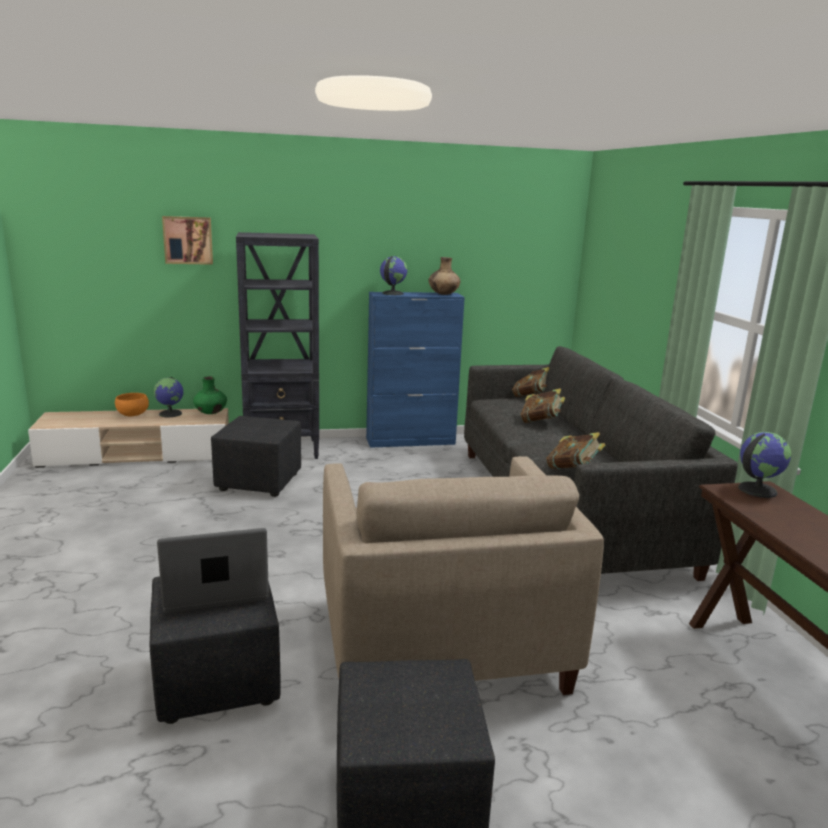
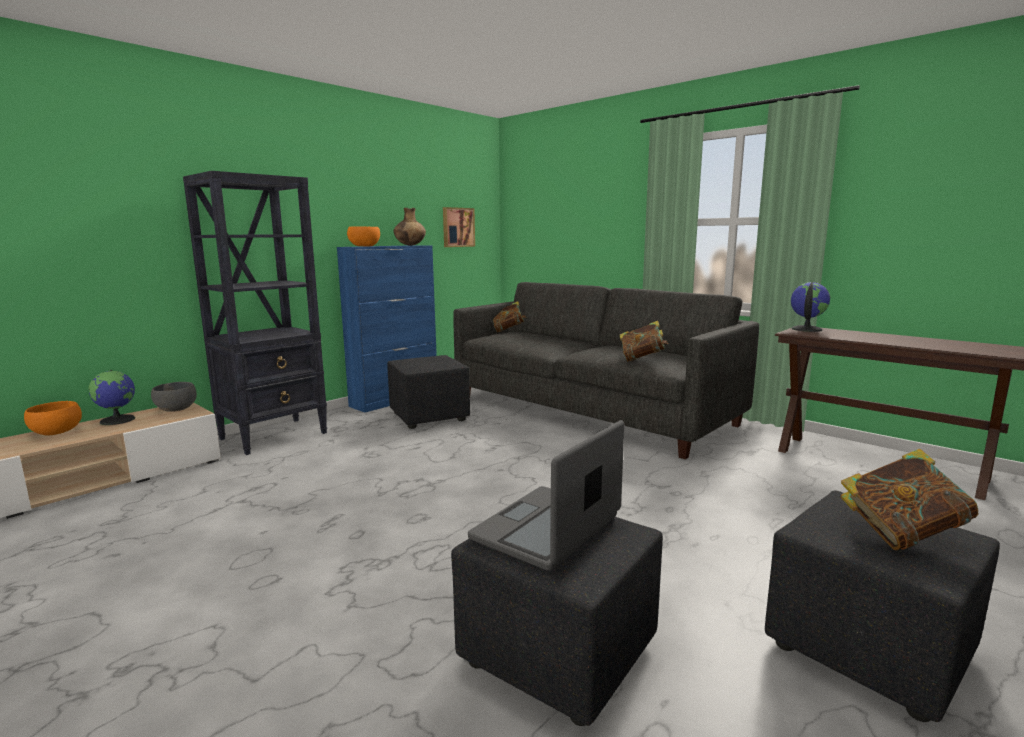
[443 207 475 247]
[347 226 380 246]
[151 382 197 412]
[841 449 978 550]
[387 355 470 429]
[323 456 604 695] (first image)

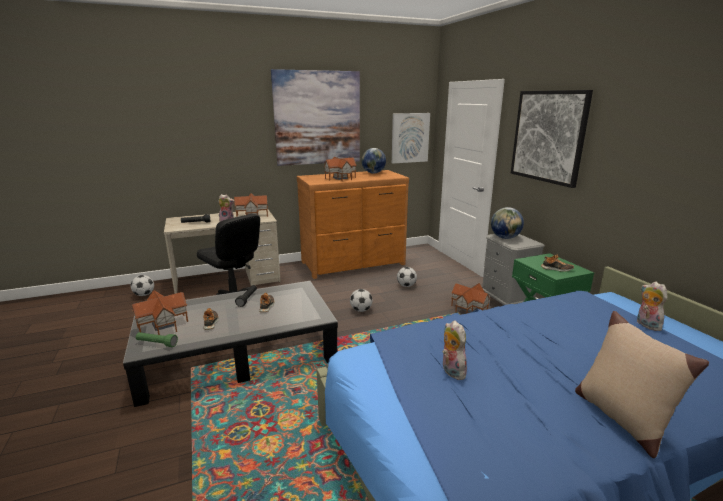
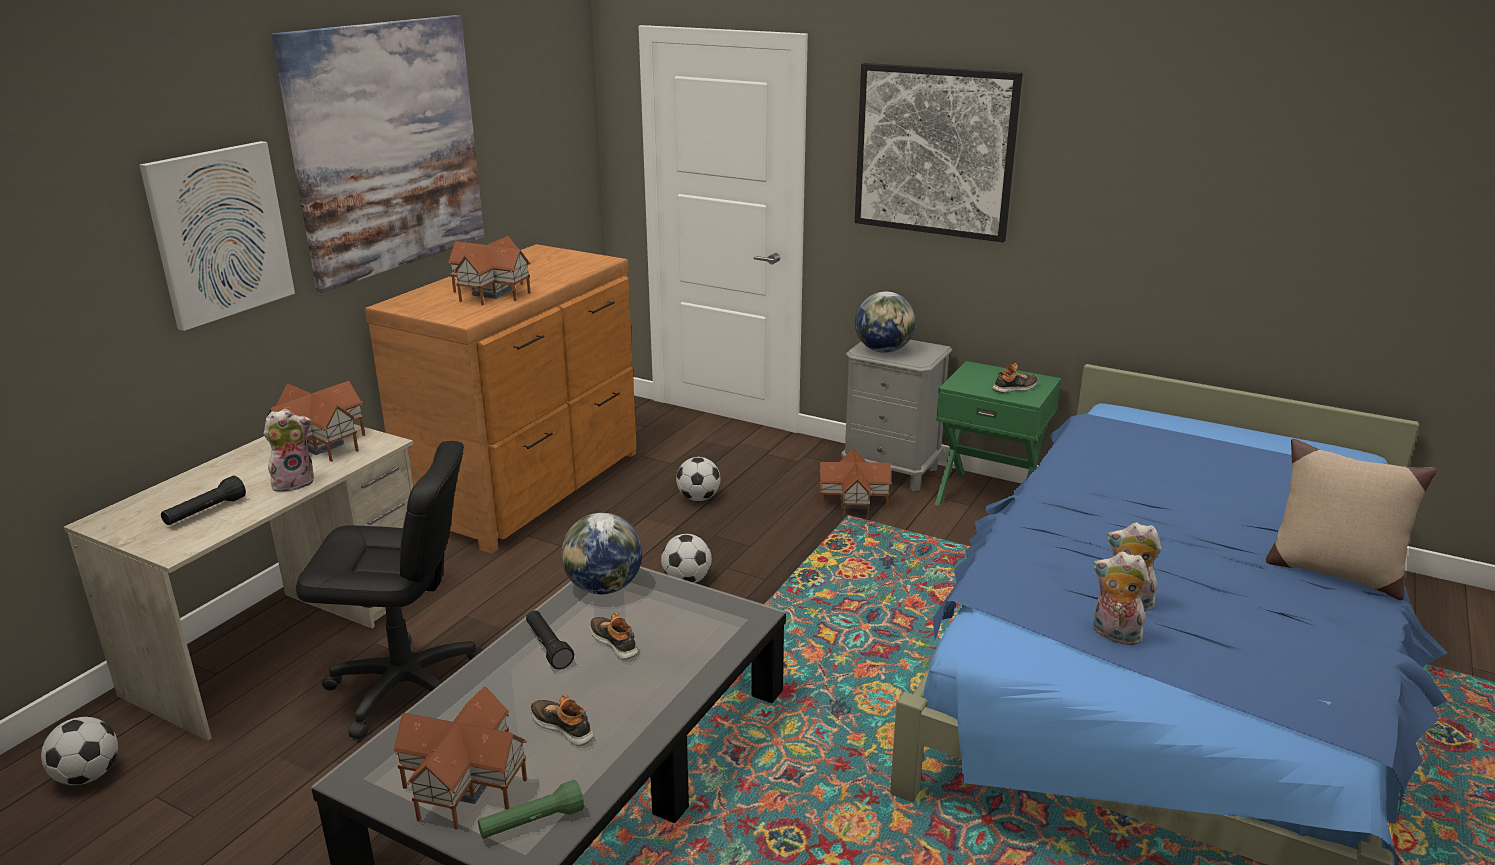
[139 141 295 331]
[561 513 642 595]
[1093 552 1149 645]

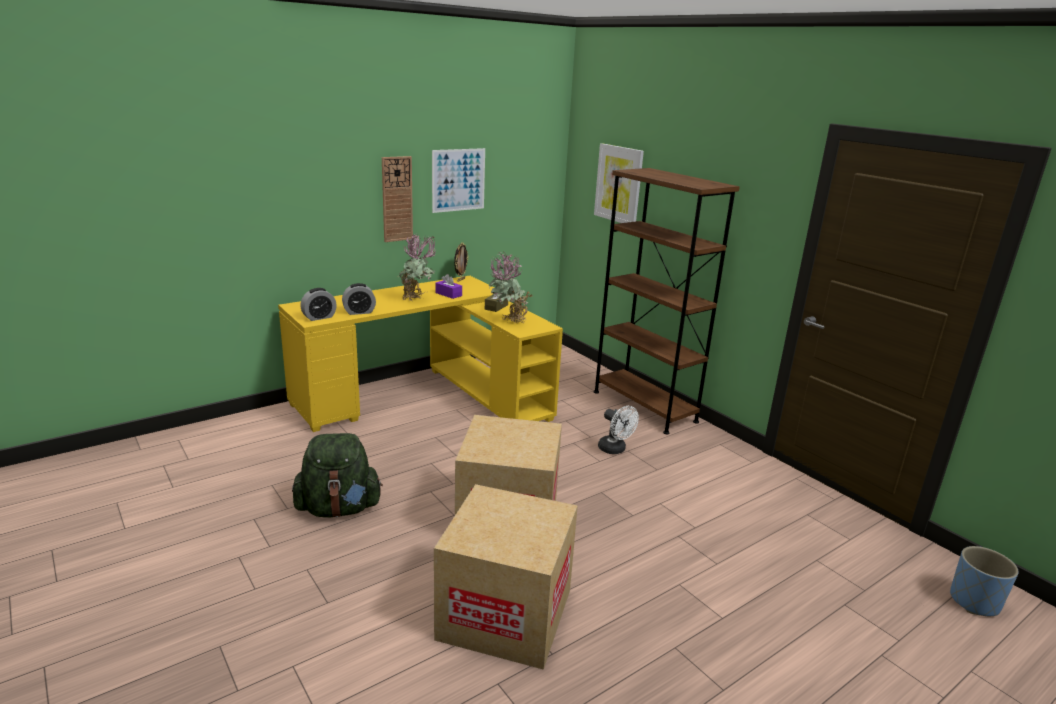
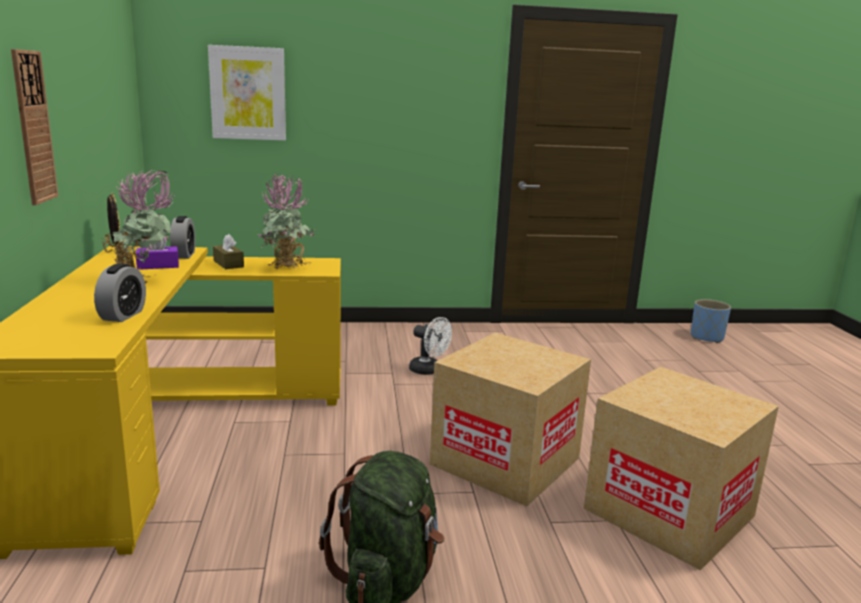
[432 148 485 213] (first image)
[594 168 740 434] (first image)
[170 216 195 259]
[409 317 452 375]

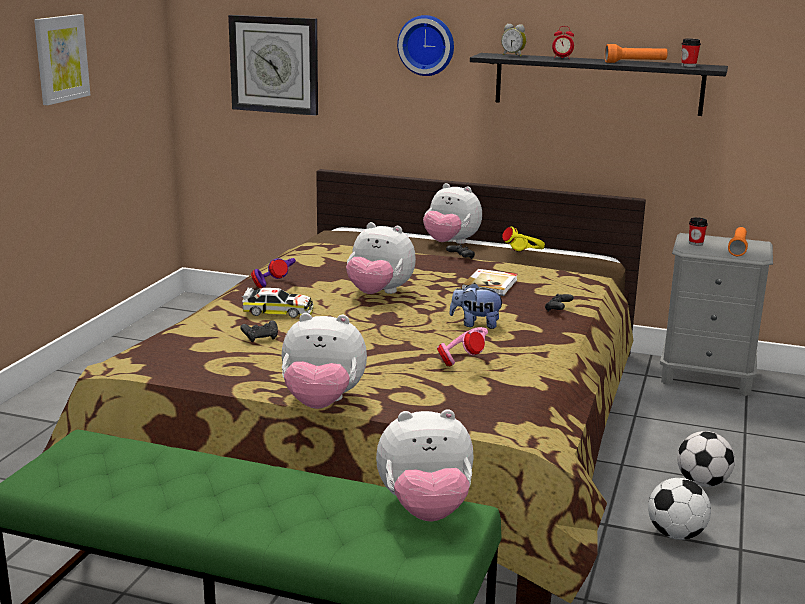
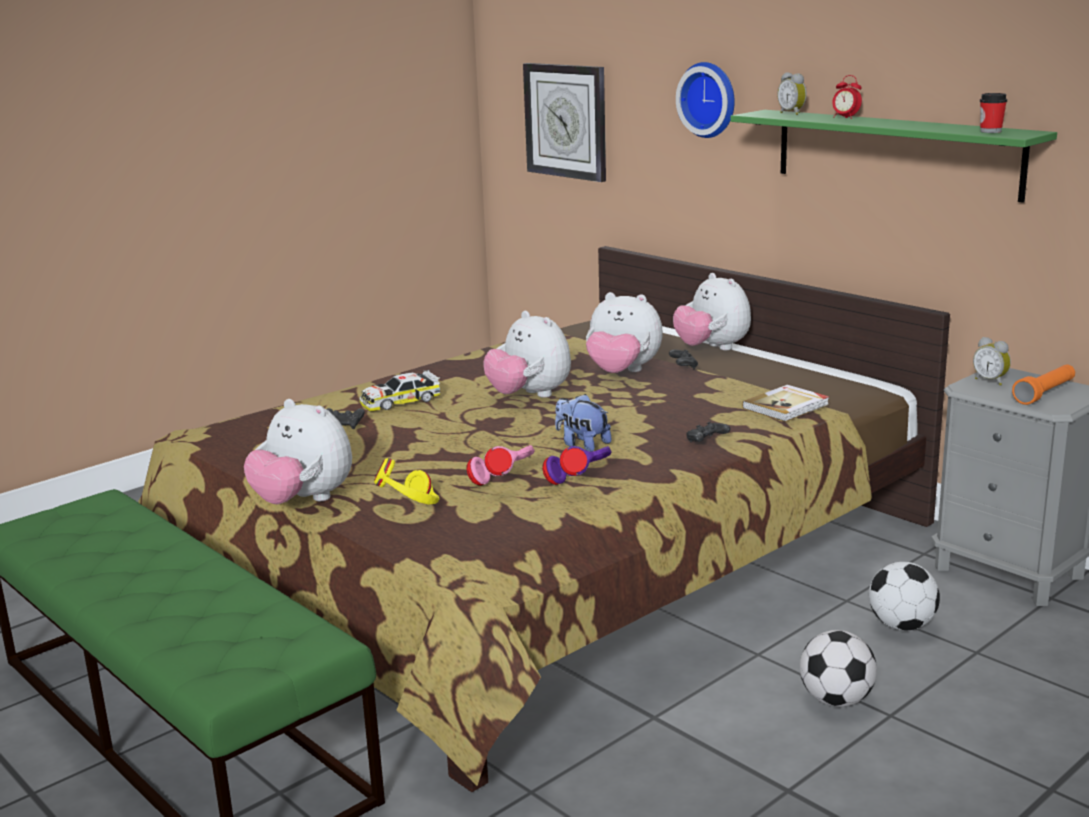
[34 14 90 105] (first image)
[605 44 668 63] (first image)
[730 110 1057 203]
[973 337 1011 386]
[374 458 440 505]
[542 446 611 485]
[742 385 829 422]
[359 370 440 411]
[586 292 663 373]
[869 562 940 631]

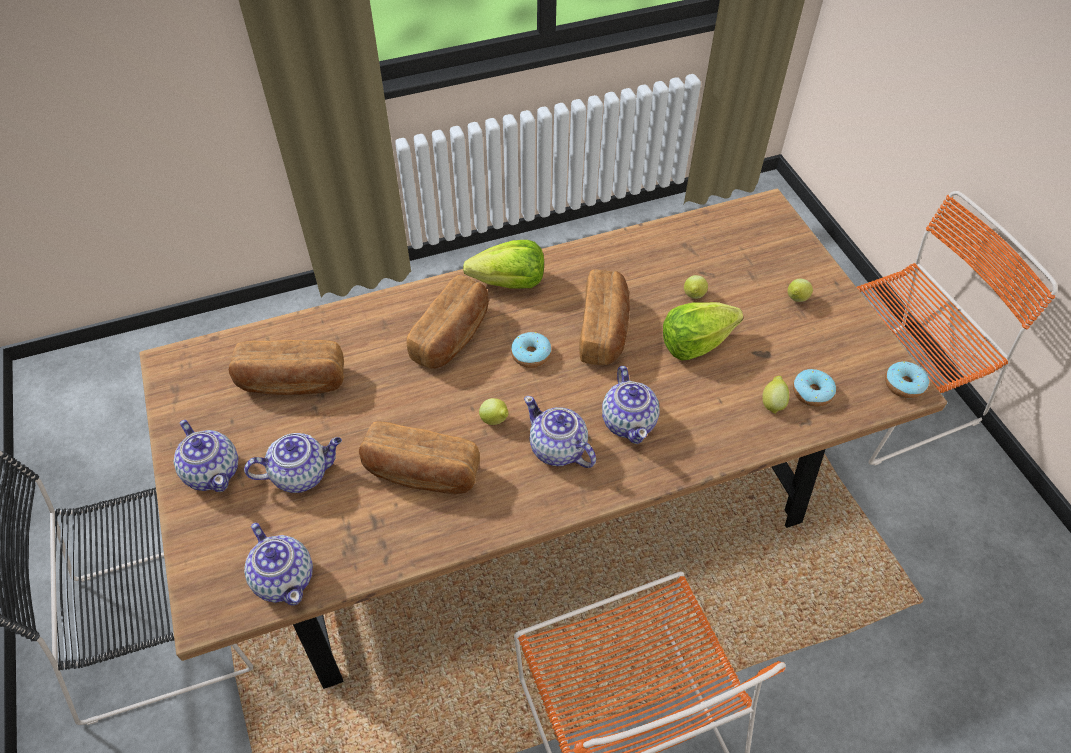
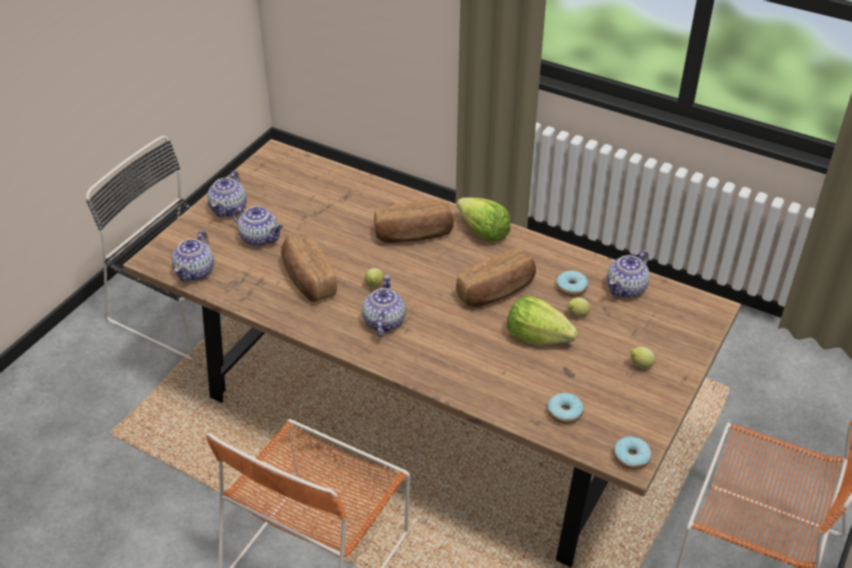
[556 270 588 297]
[229 340 344 395] (first image)
[607 250 650 298]
[762 376 789 414] (first image)

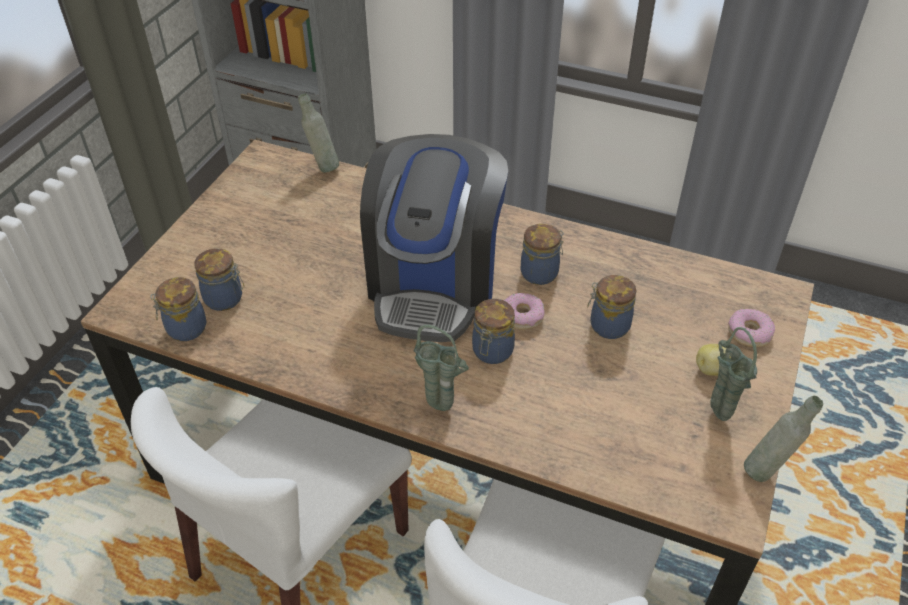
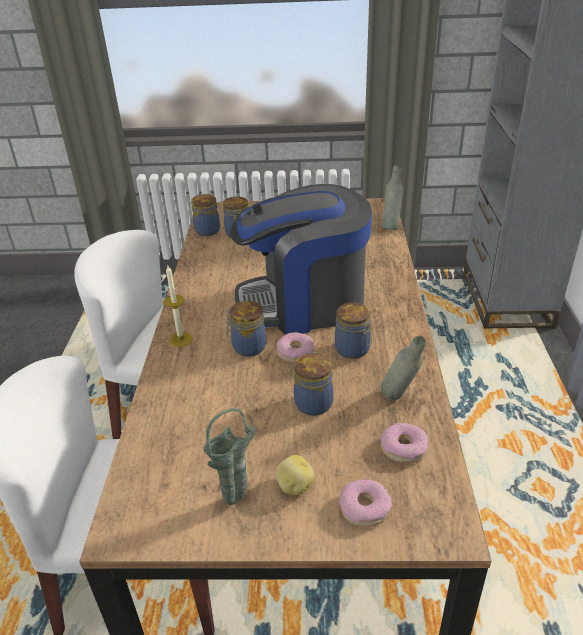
[164 266 193 347]
[381 336 426 400]
[381 423 428 463]

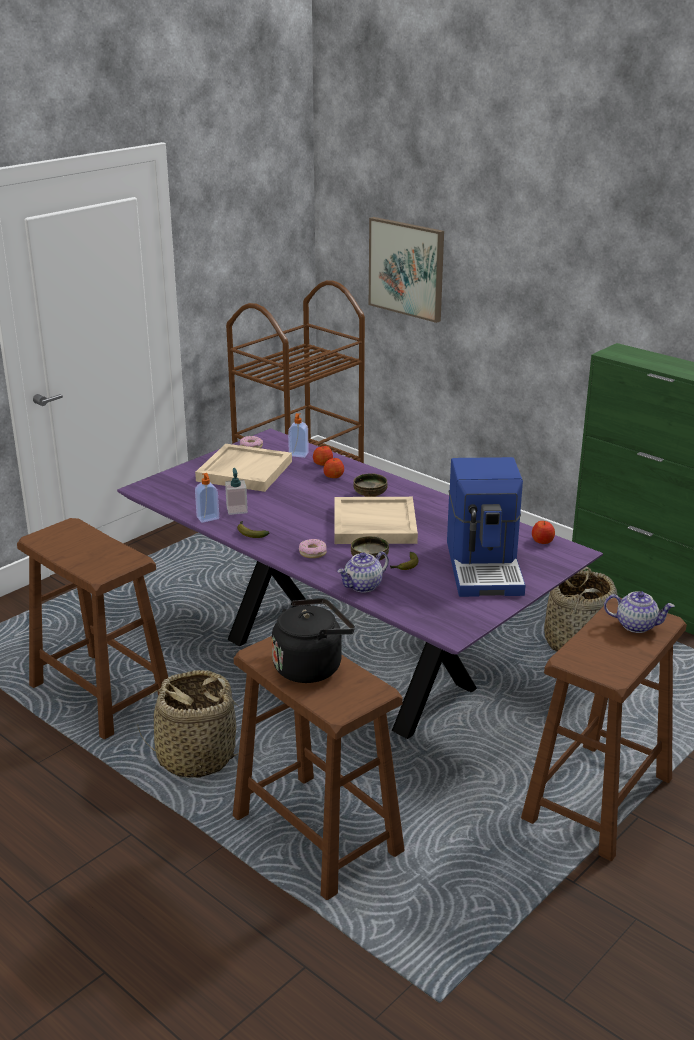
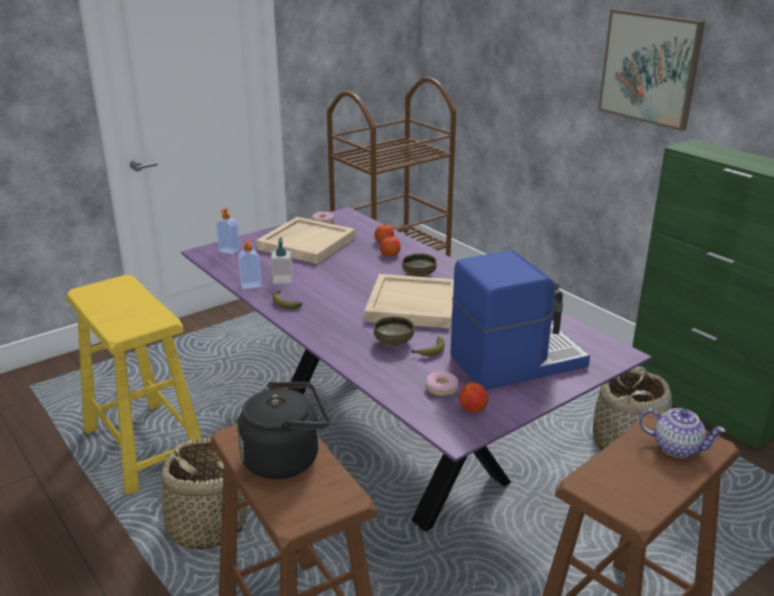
[598 9 705 131]
[216 208 240 254]
[450 250 590 390]
[66 275 202 495]
[459 382 488 412]
[425 371 458 396]
[337 551 389 593] (first image)

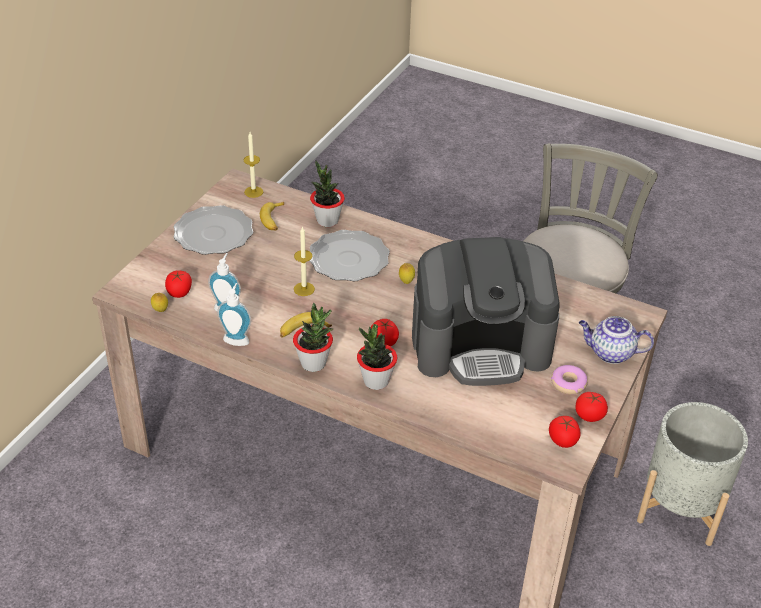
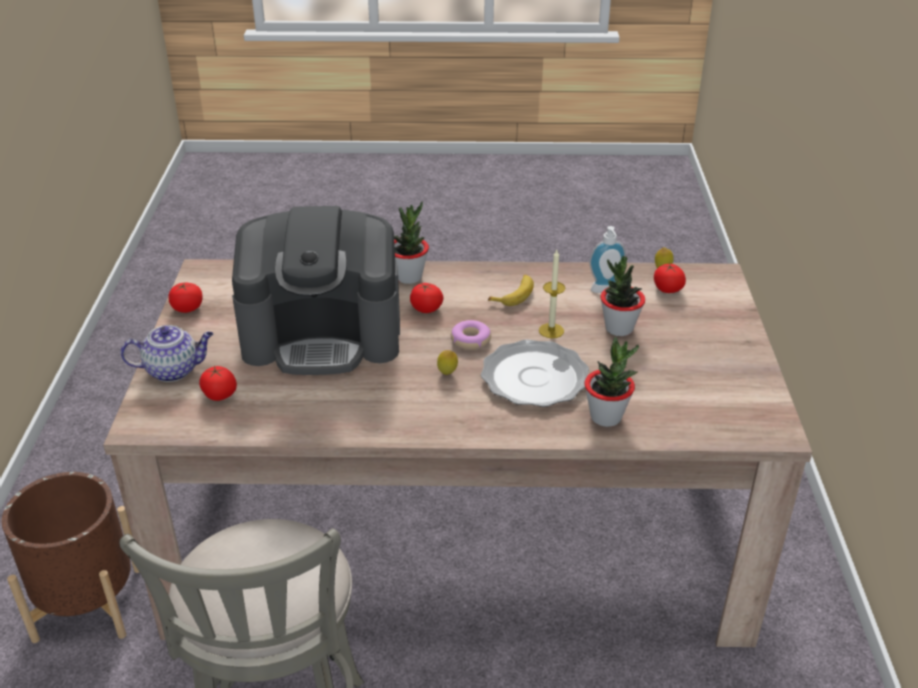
[244 132 263 198] (first image)
[260 202 284 231] (first image)
[173 205 253 255] (first image)
[232 206 400 375]
[217 283 251 346] (first image)
[600 256 645 336]
[451 320 491 350]
[2 472 139 643]
[199 365 237 401]

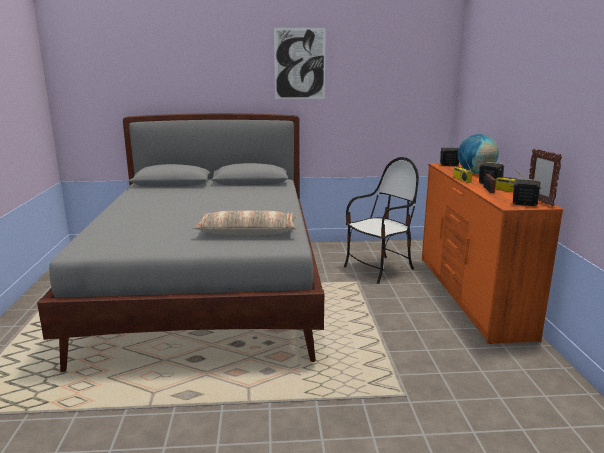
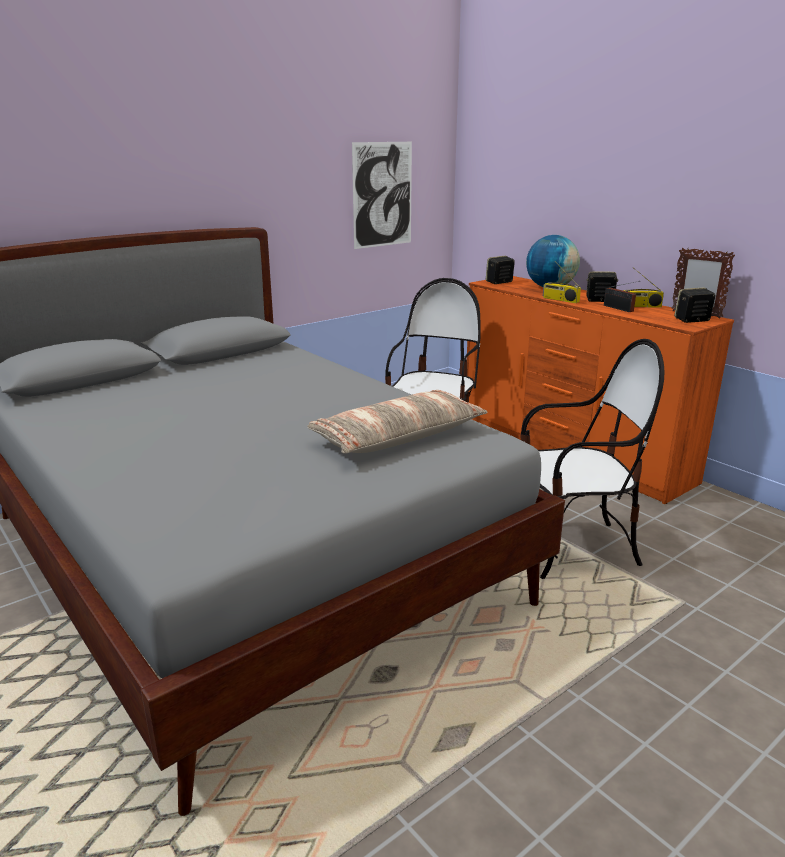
[352 142 412 249]
[520 339 664 579]

